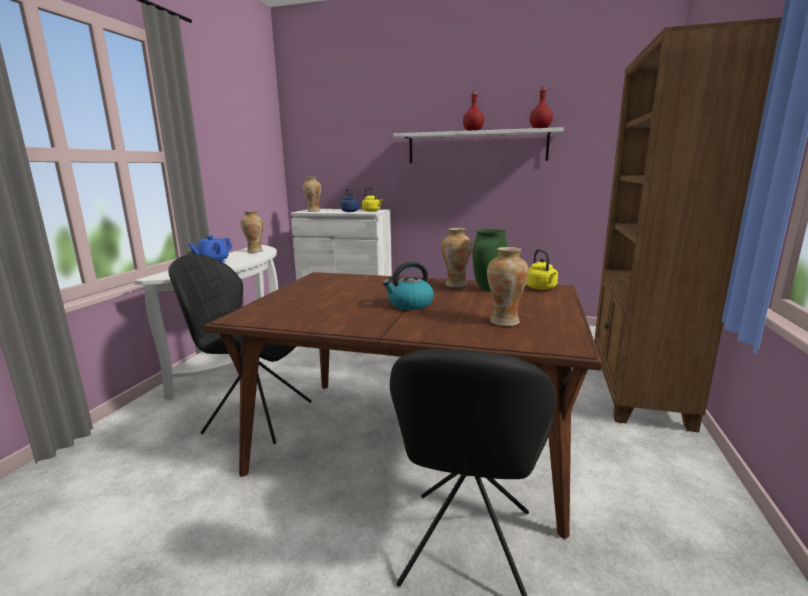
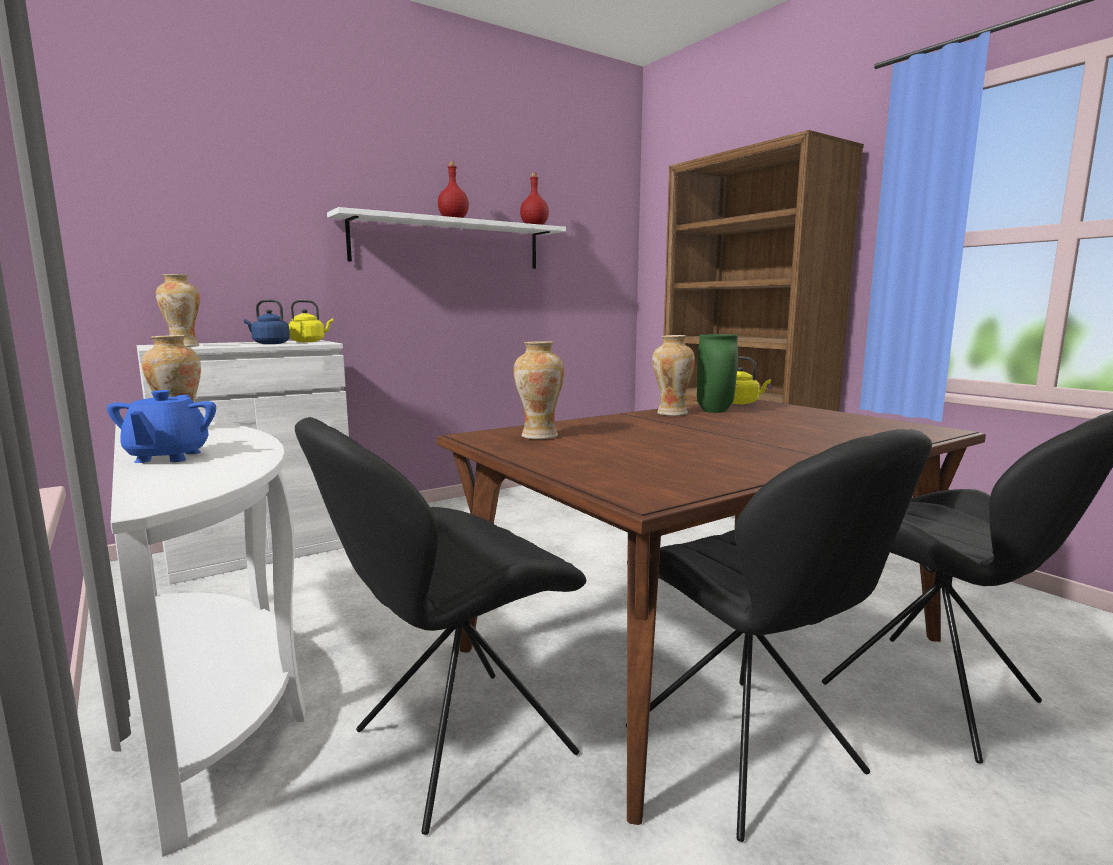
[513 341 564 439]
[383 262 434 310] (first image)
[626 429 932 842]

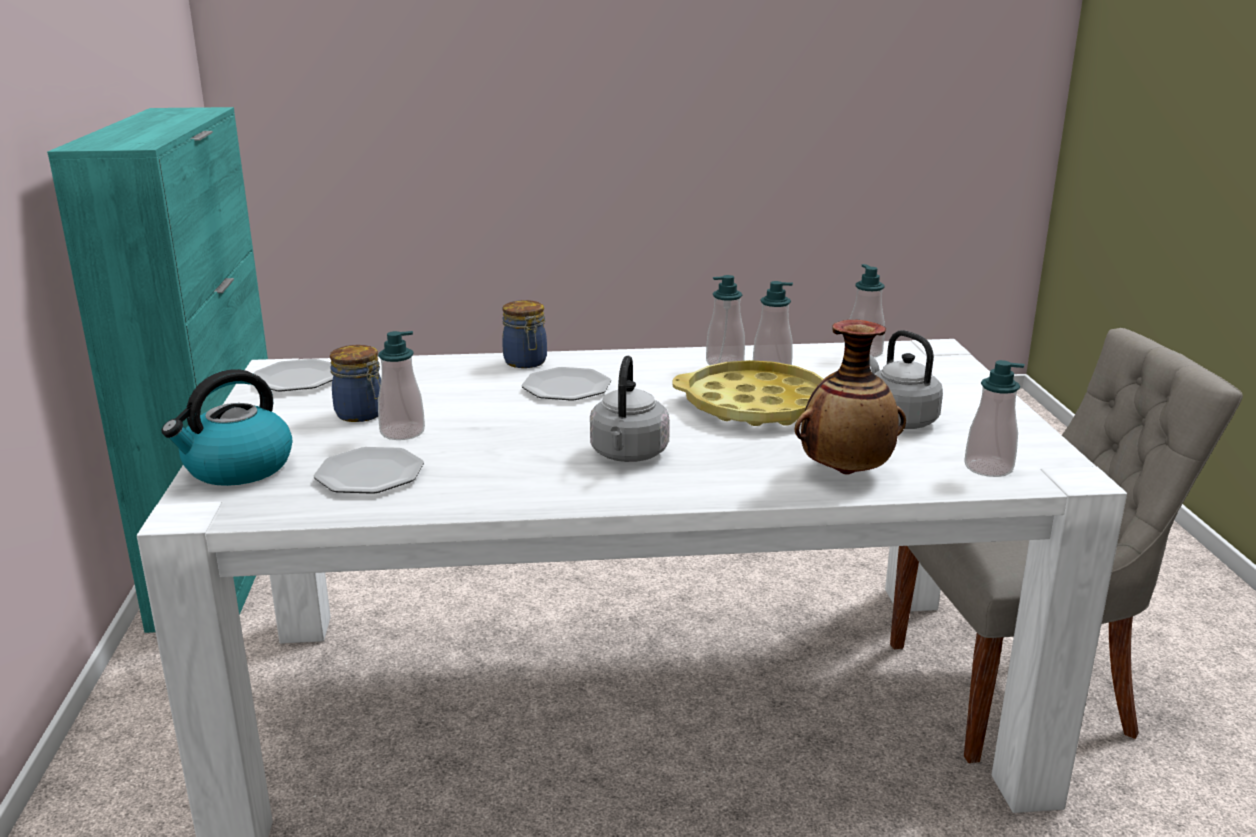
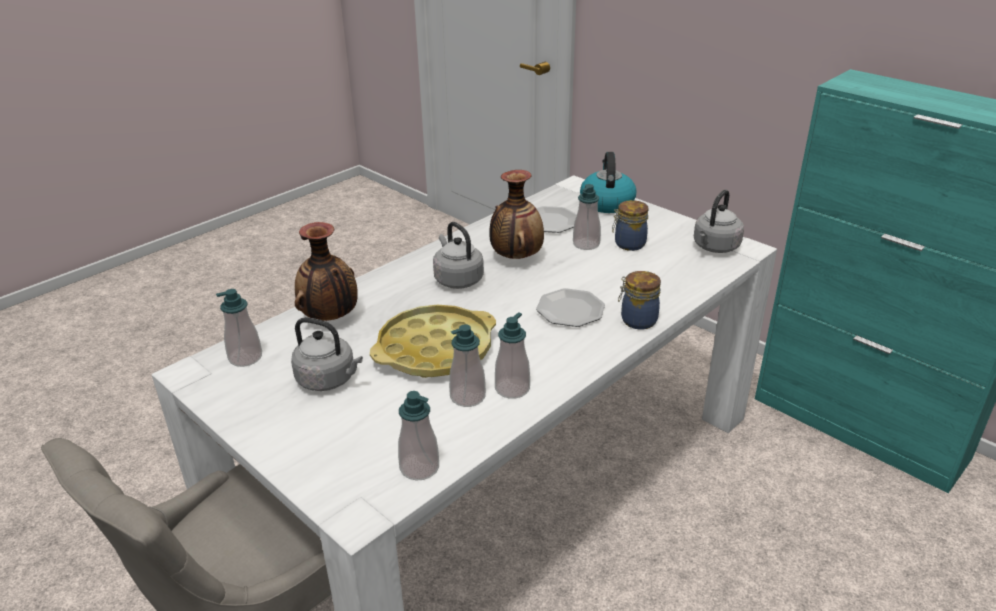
[694 190 744 253]
[489 170 544 259]

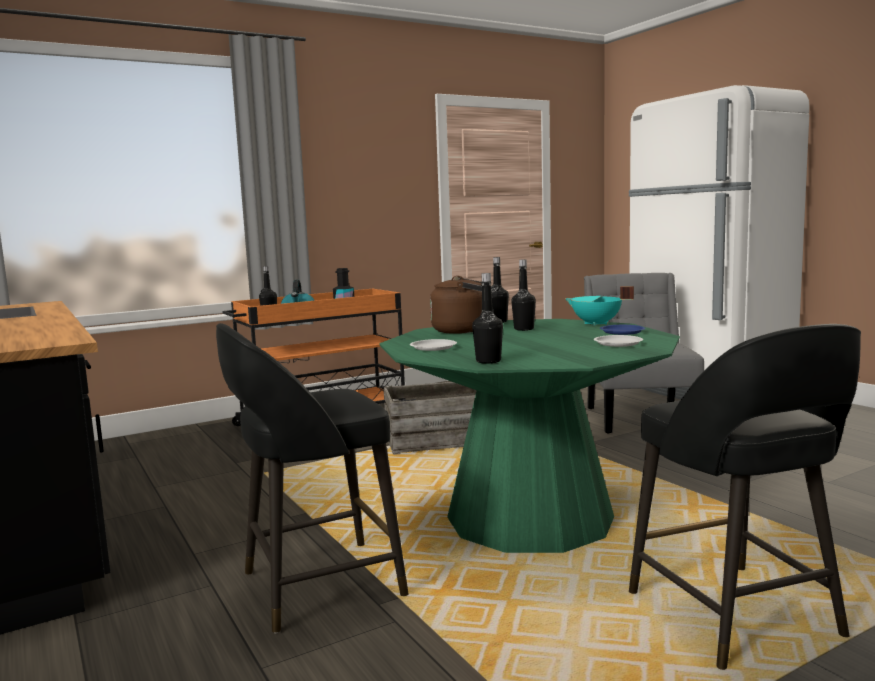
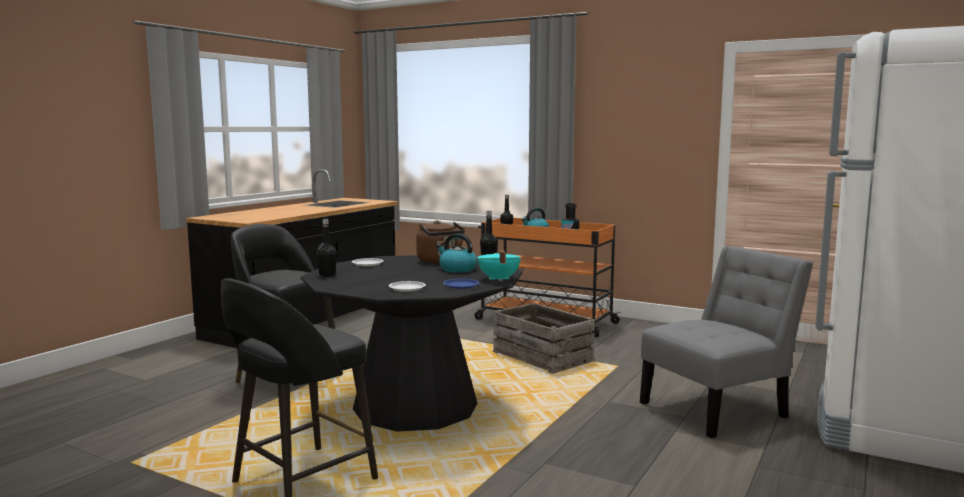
[437 233 477 273]
[300 255 523 431]

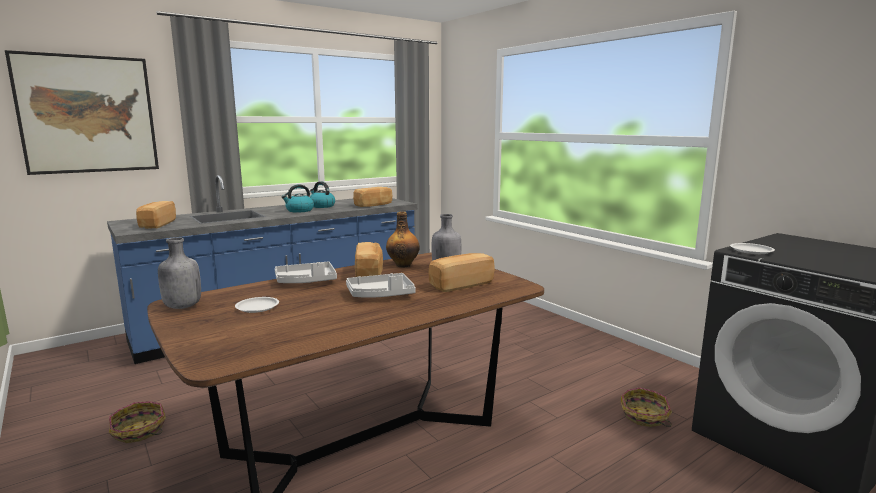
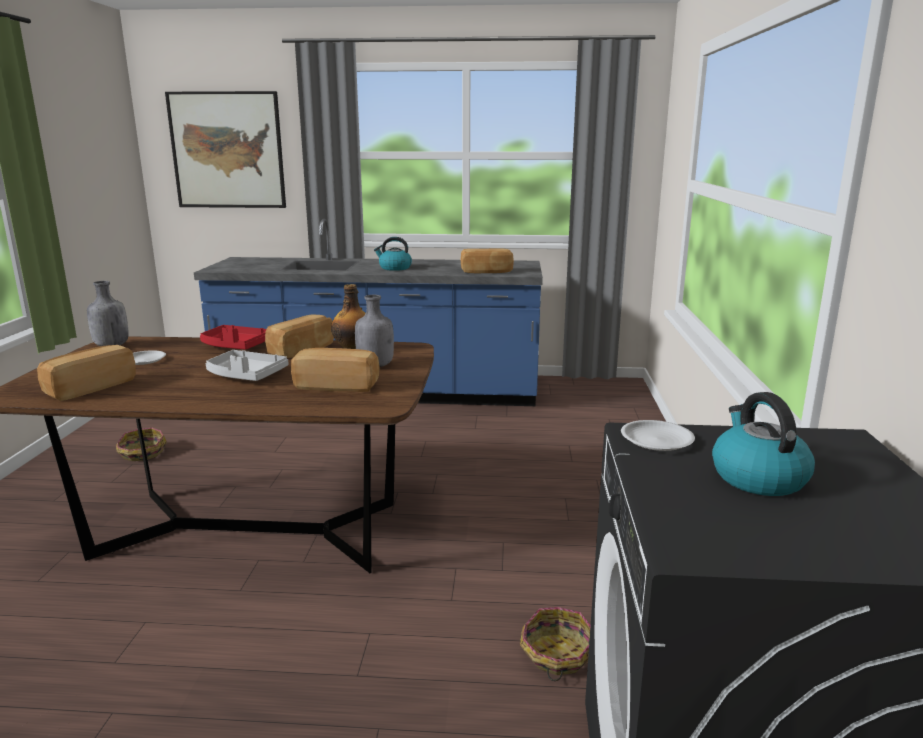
[712 392 815 496]
[37 345 136 401]
[200 325 266 350]

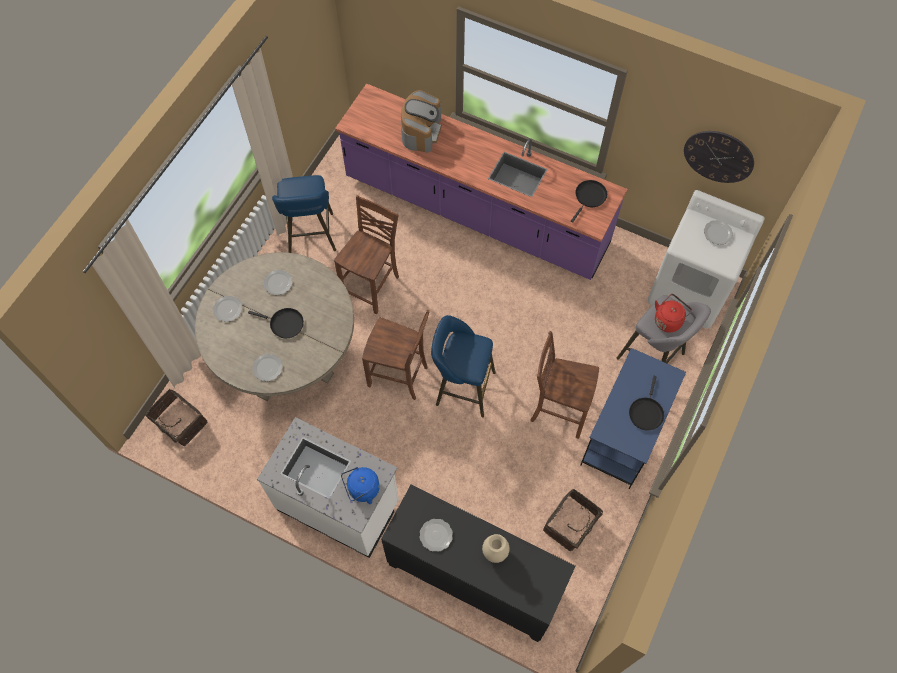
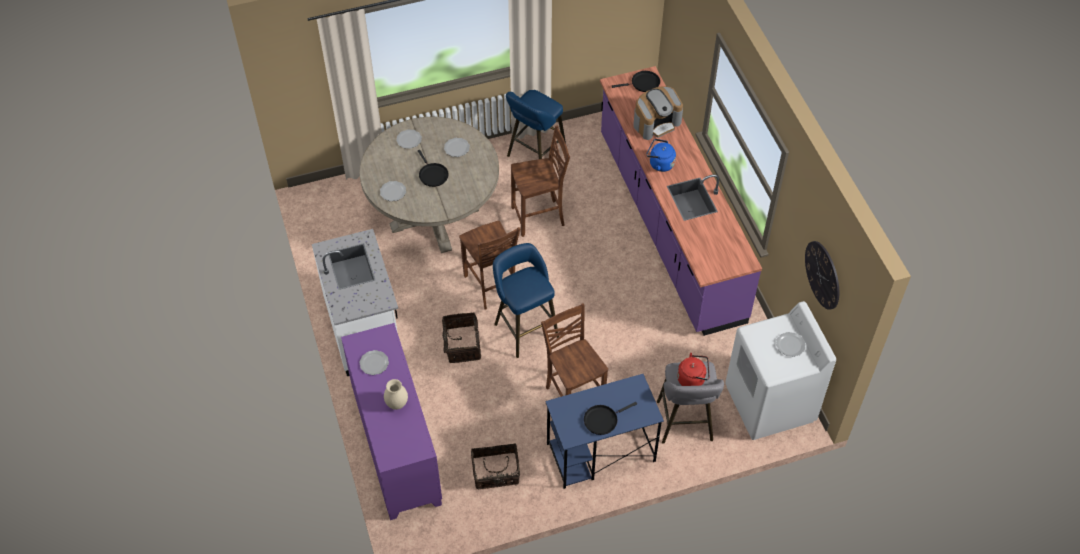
[612 71 660 92]
[442 312 481 363]
[647 139 676 172]
[341 323 442 520]

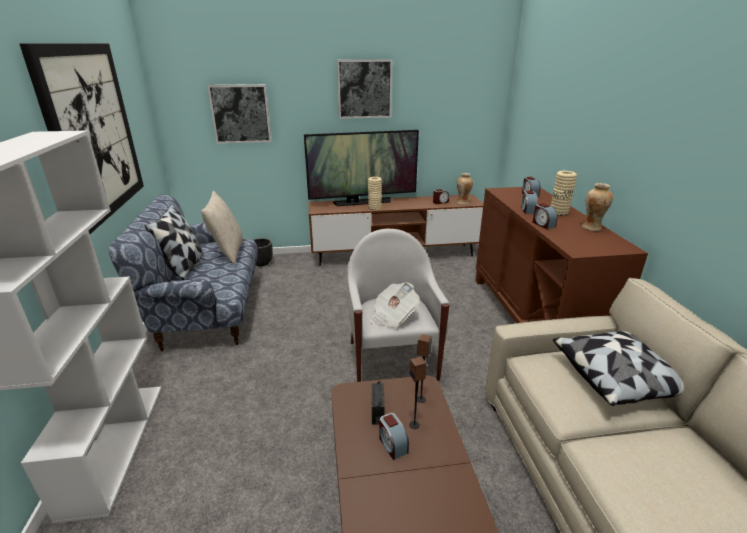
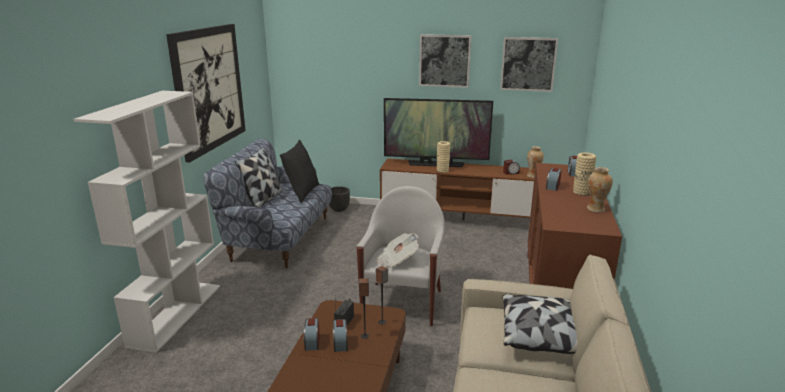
[500 37 558 92]
[280 140 319 203]
[303 318 320 351]

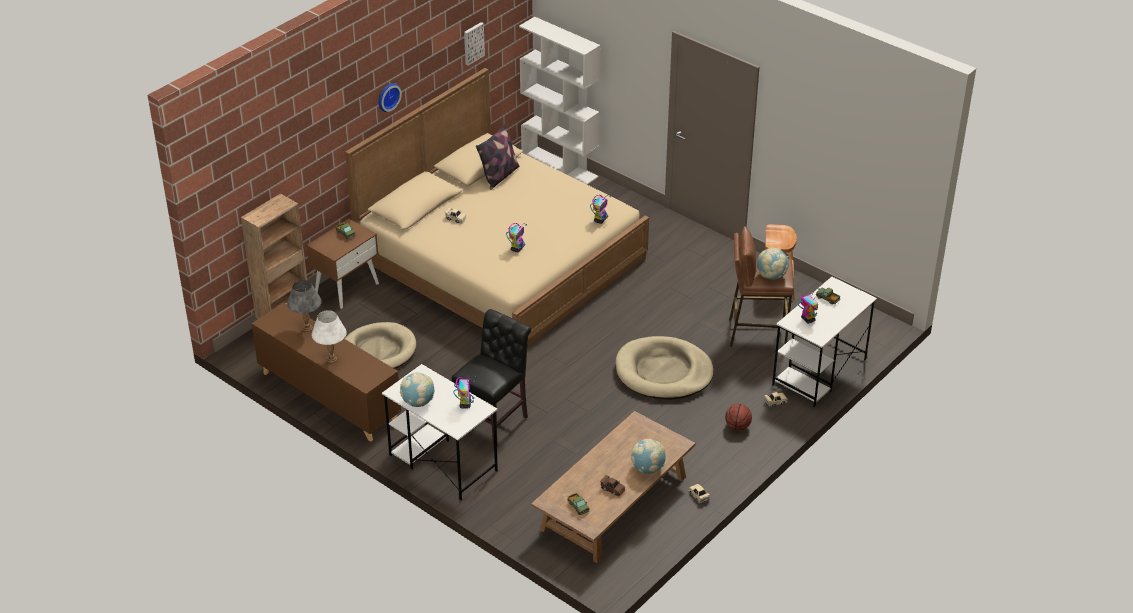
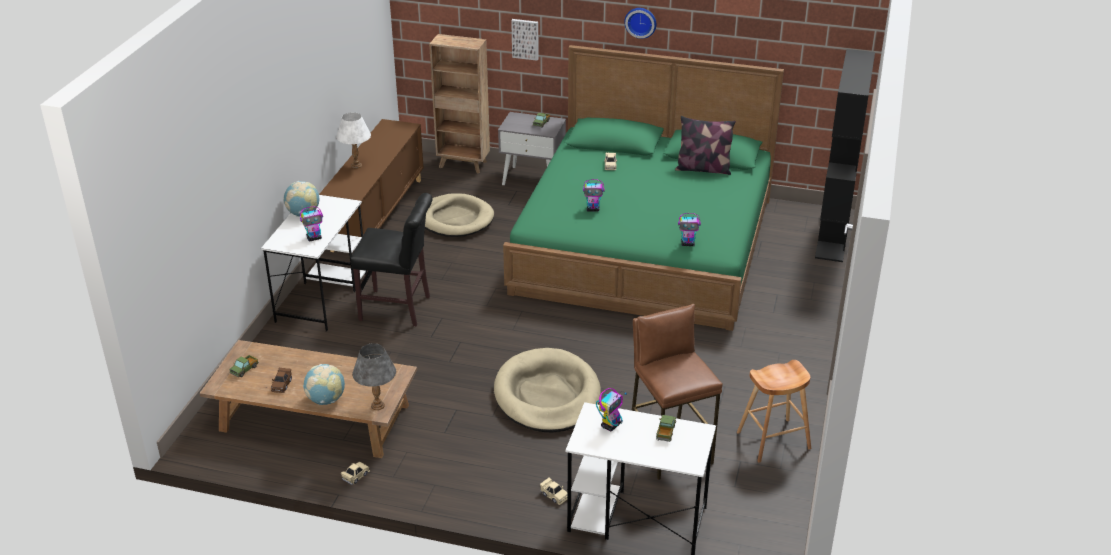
[815 49 875 262]
[511 19 539 61]
[503 45 784 331]
[498 112 566 185]
[757 248 789 280] (first image)
[352 343 396 410]
[725 404 752 431] (first image)

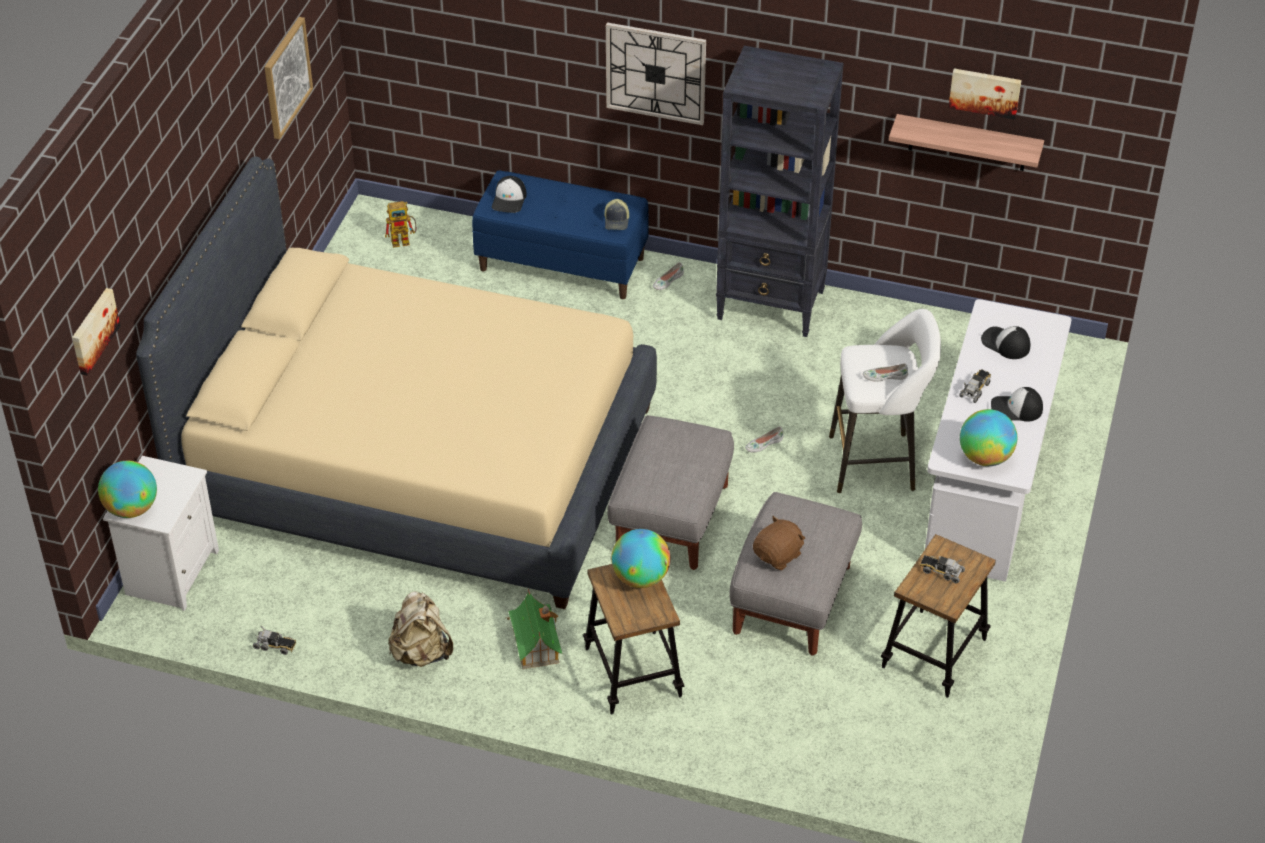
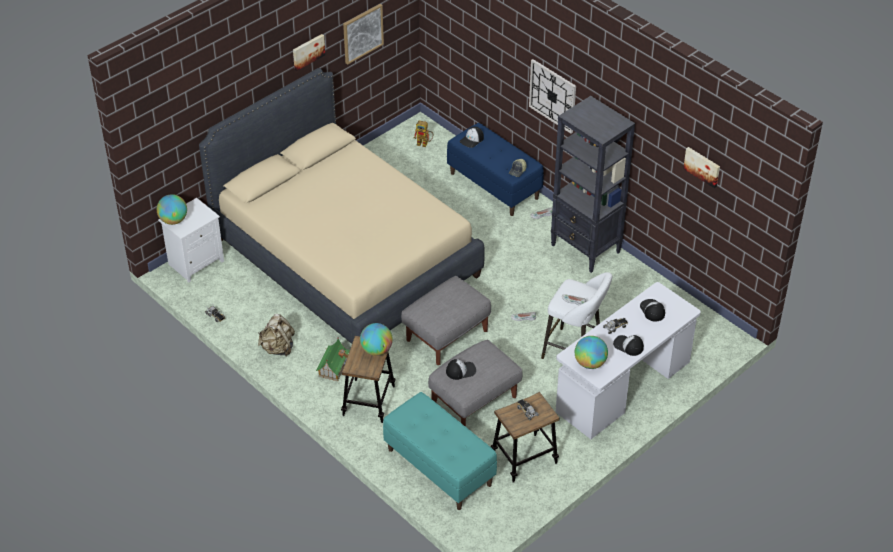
[889 114 1044 171] (first image)
[293 34 325 71]
[446 359 476 380]
[383 392 497 510]

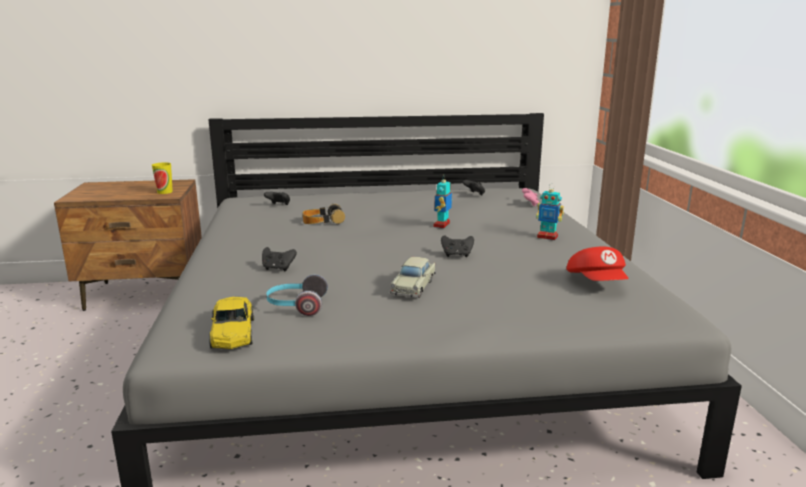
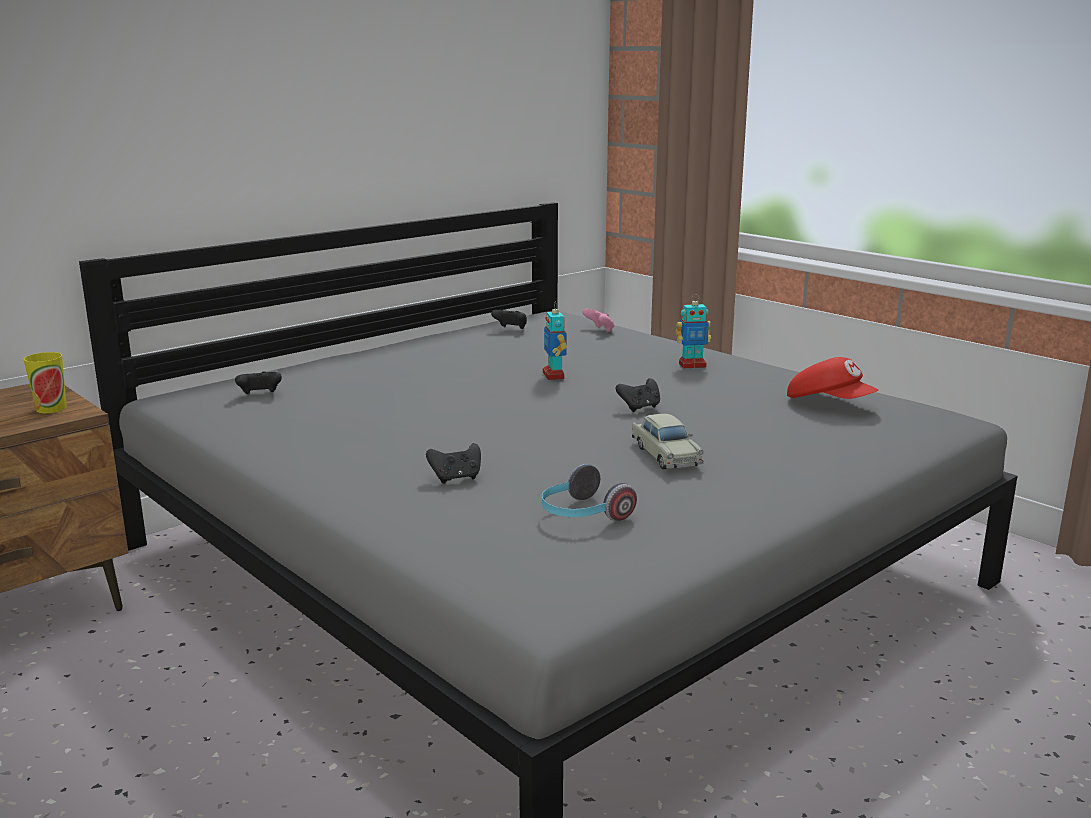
[302 204 345 224] (first image)
[209 297 254 349] (first image)

